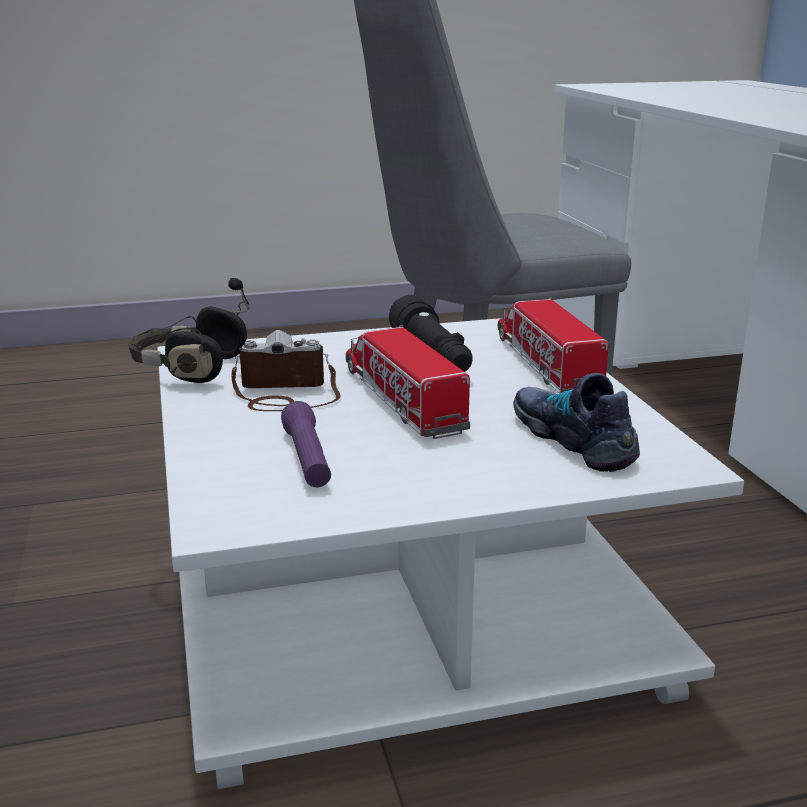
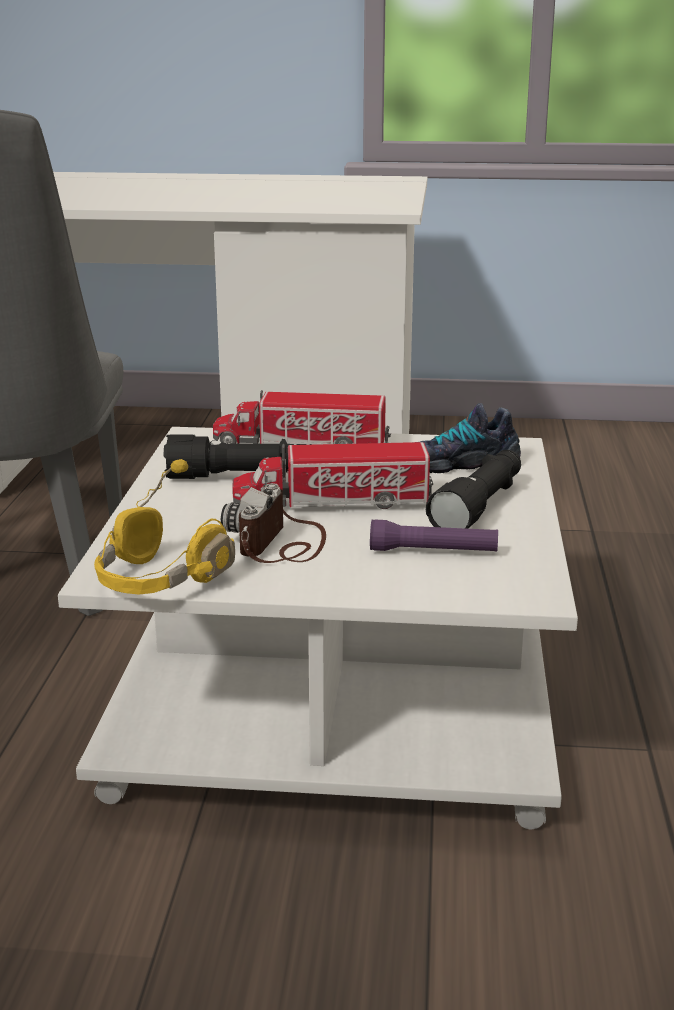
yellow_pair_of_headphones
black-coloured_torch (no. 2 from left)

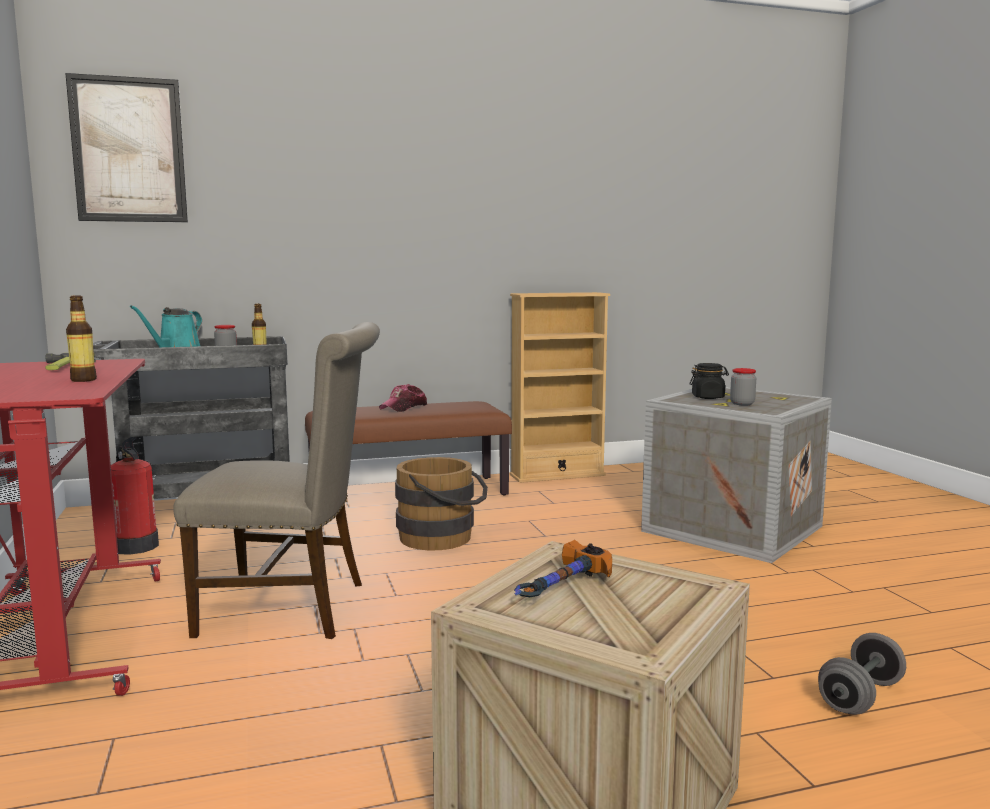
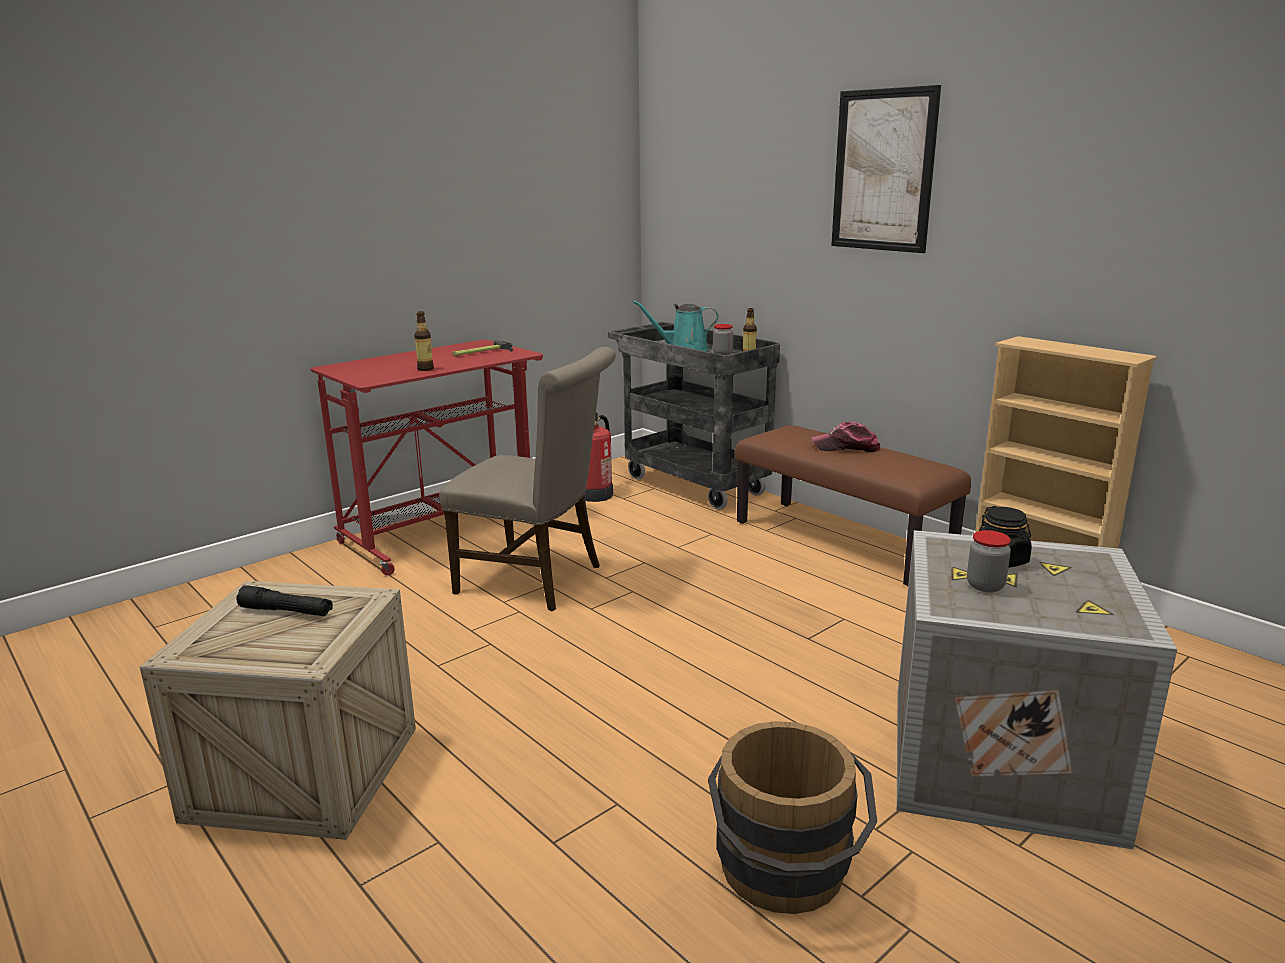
wall_picture
beige_plain_chair
brownish_bucket
black-coloured_torch
grey_free_weight

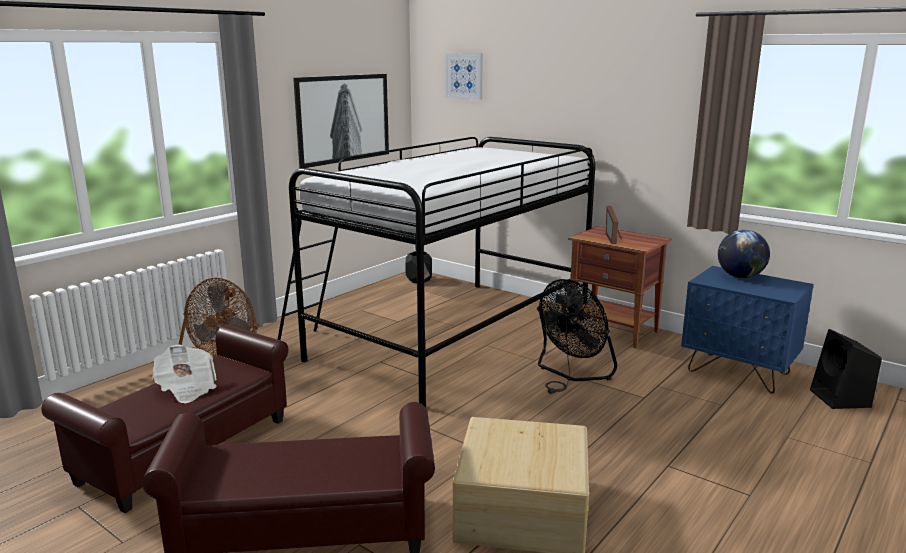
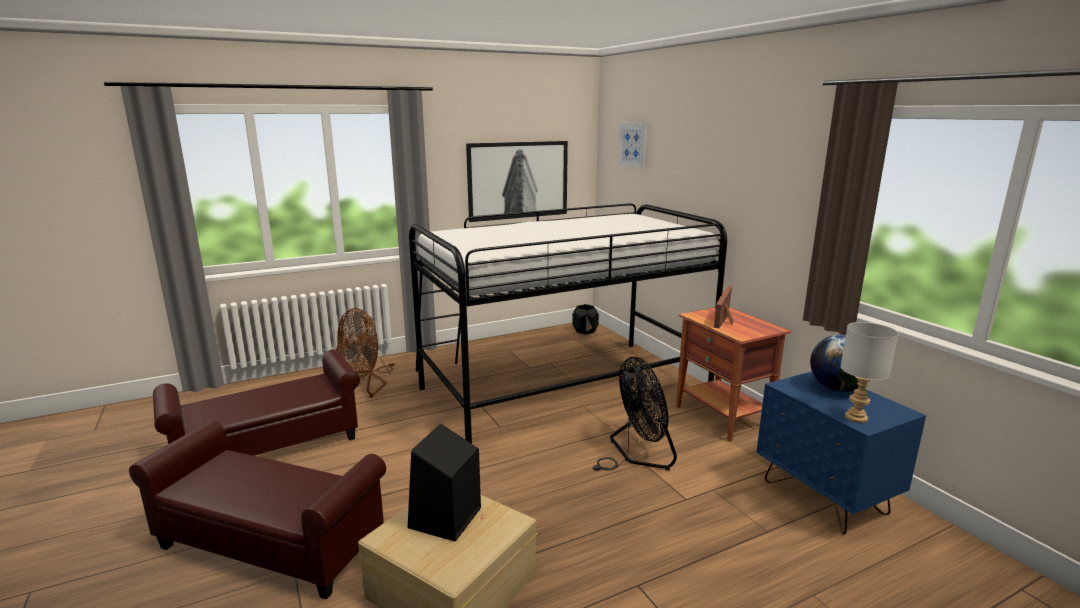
printed_paper
black-coloured_speaker
grey_tabletop_lamp

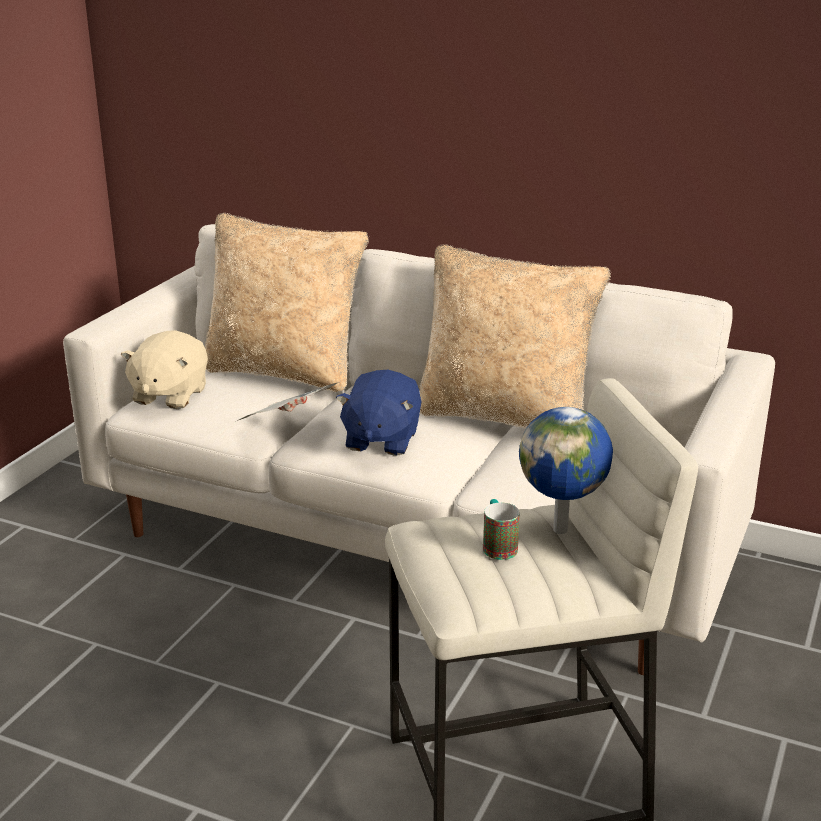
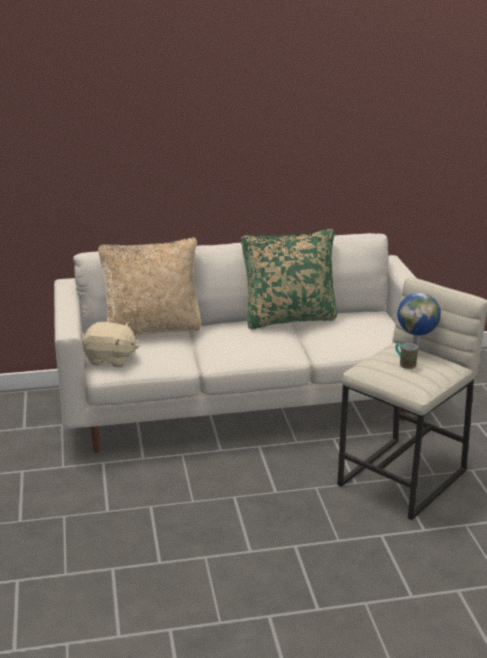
beige_cuddly_toy
printed_paper
blue-coloured_cuddly_toy
green-coloured_cushion

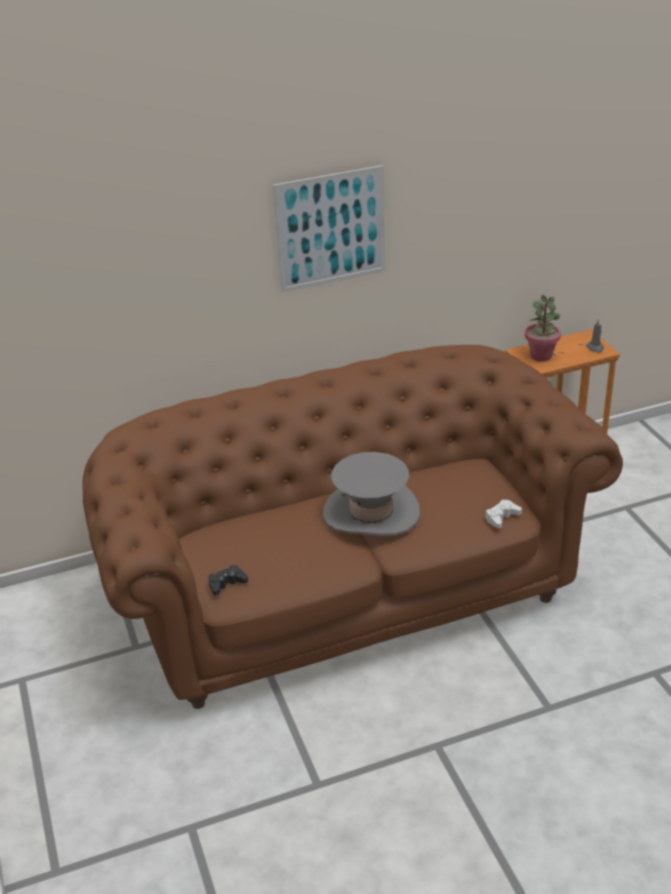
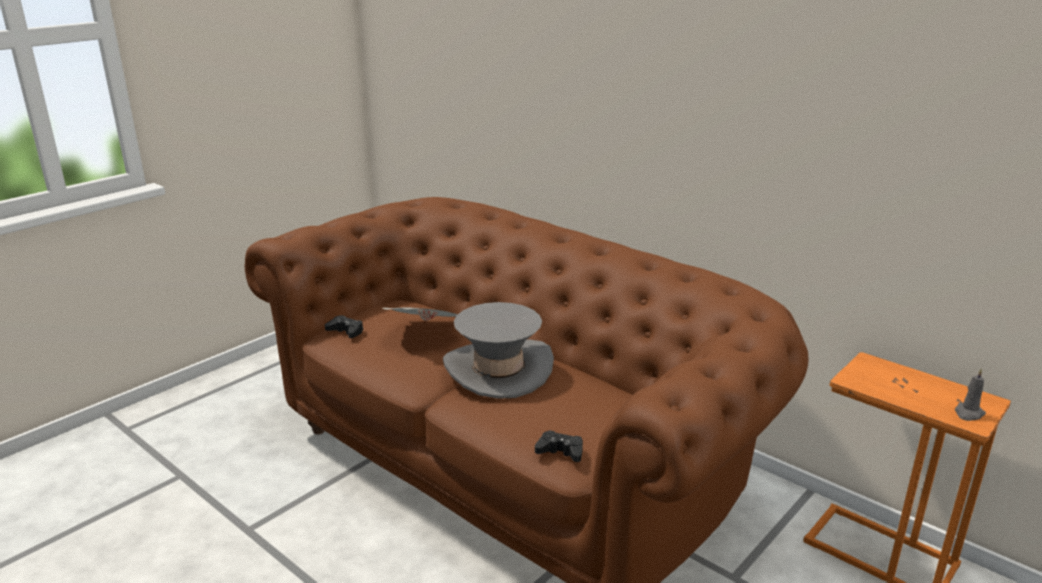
wall_picture
black-coloured_joypad (no. 2 from left)
plant_in_a_pot
printed_paper

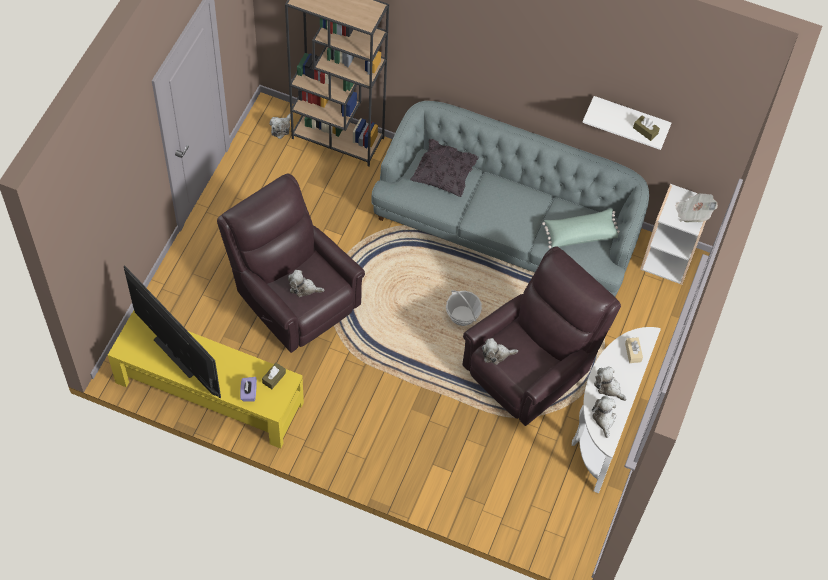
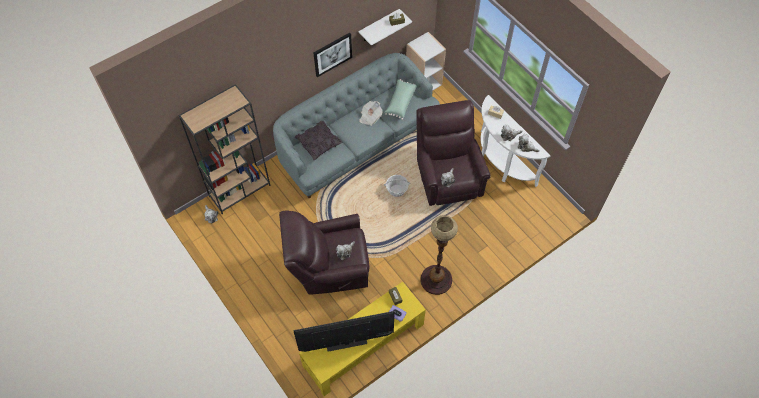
printed_paper
wall_picture
standing_lamp

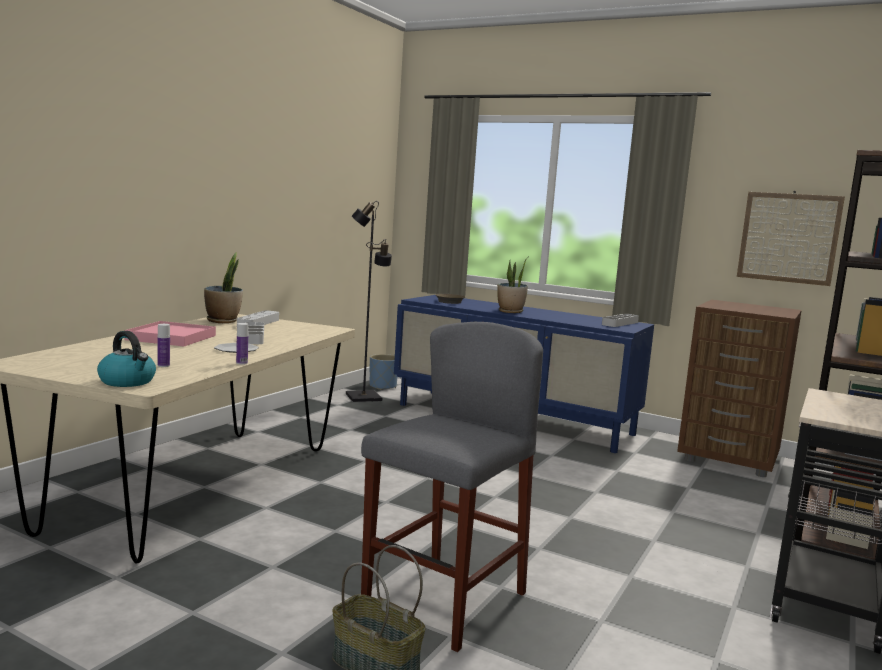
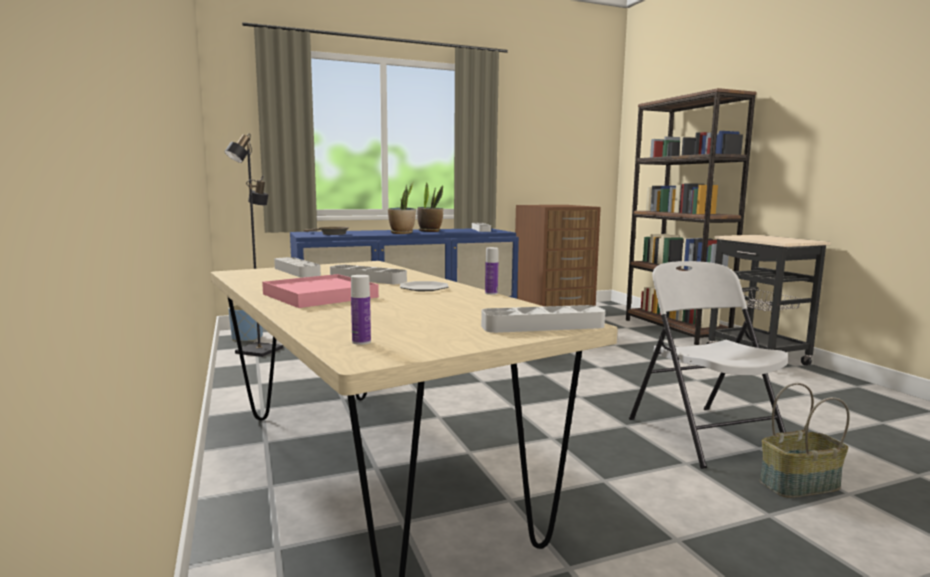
grey_carrying_tray (no. 4 from left)
beverage_bottle (no. 1 from left)
plant_in_a_pot (no. 2 from left)
whitish_plain_chair
wall_picture

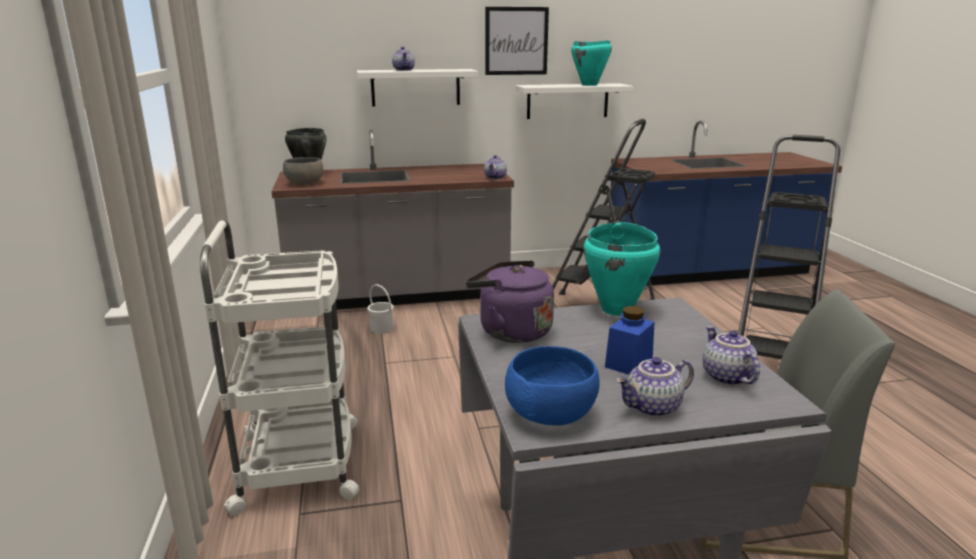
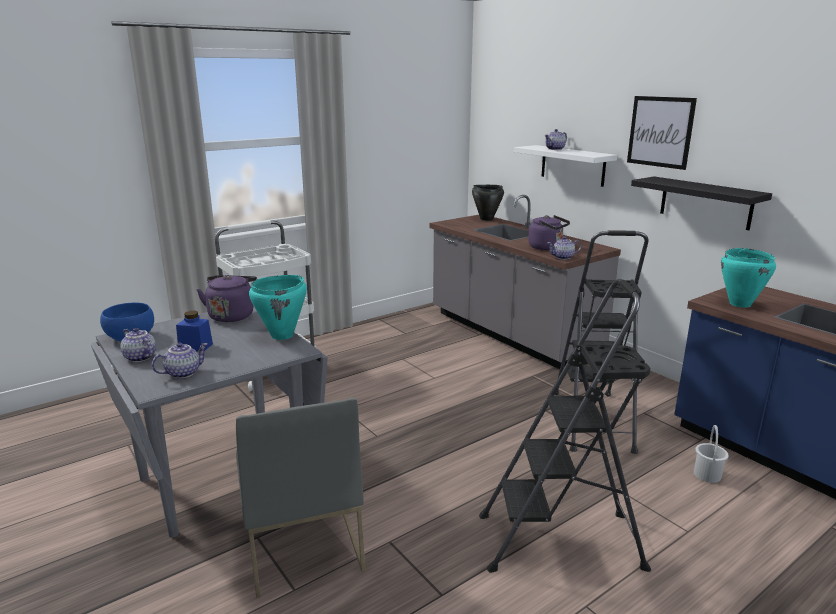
grey_serving_bowl
whitish_bucket
black-coloured_shelf
blue-green_stockpot (no. 2 from left)
purple_kettle (no. 2 from left)

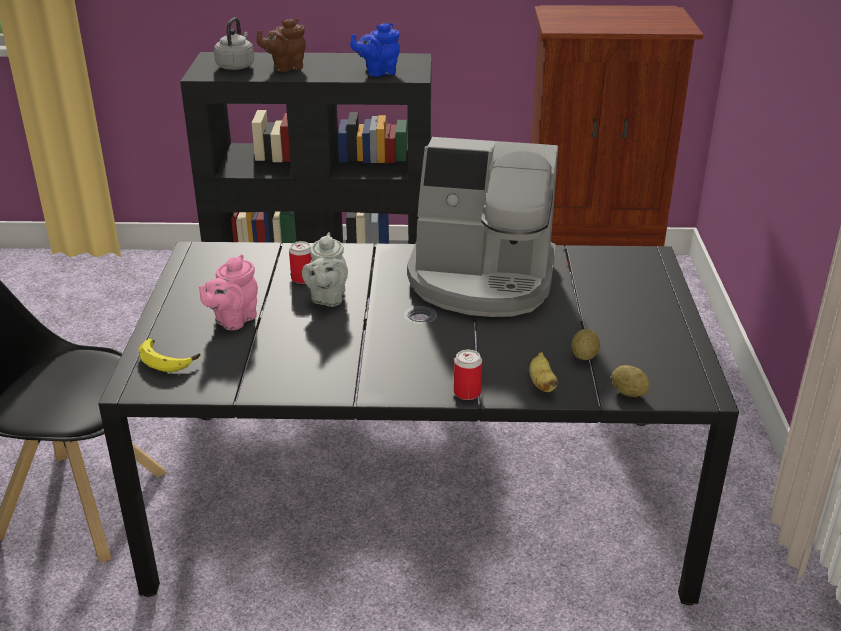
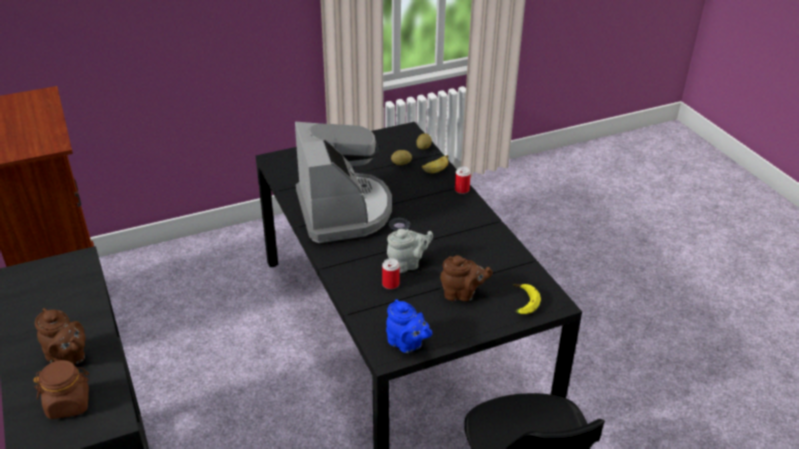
brownish_tea_pot (no. 2 from left)
brownish_storage_jar
blue-coloured_tea_pot

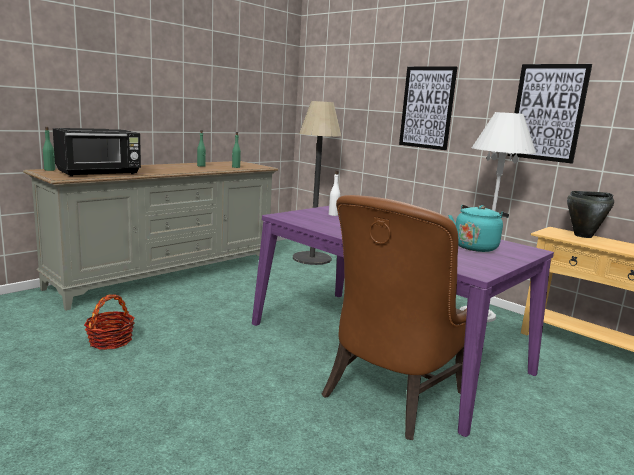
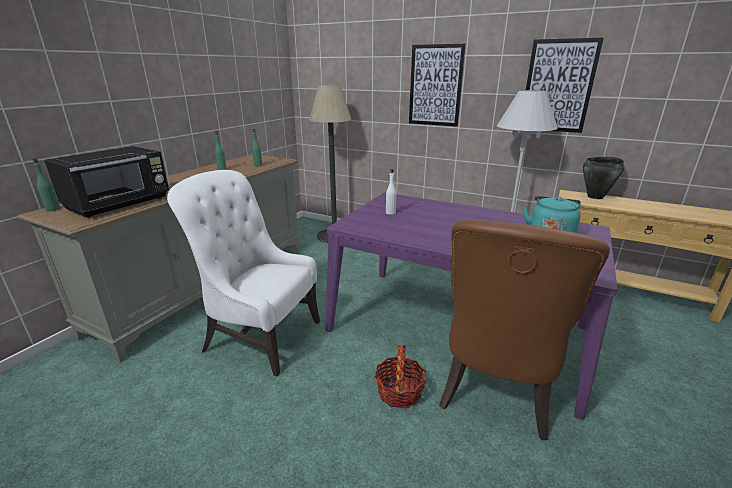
storage_basket
whitish_plain_chair

